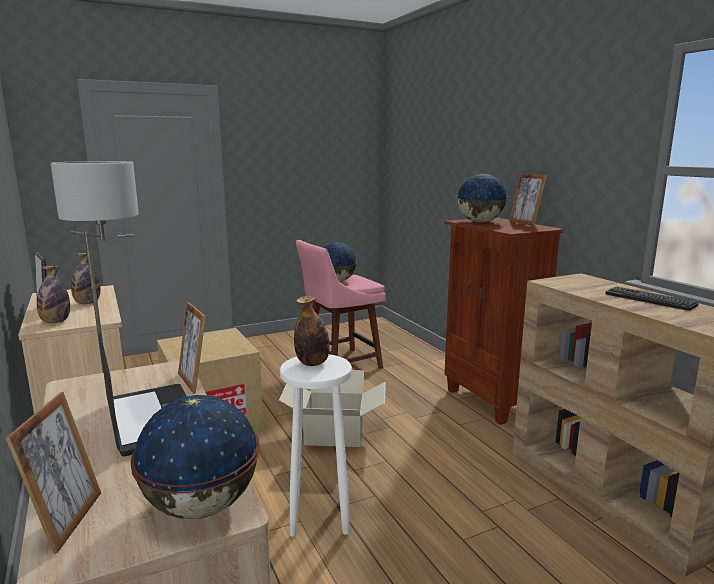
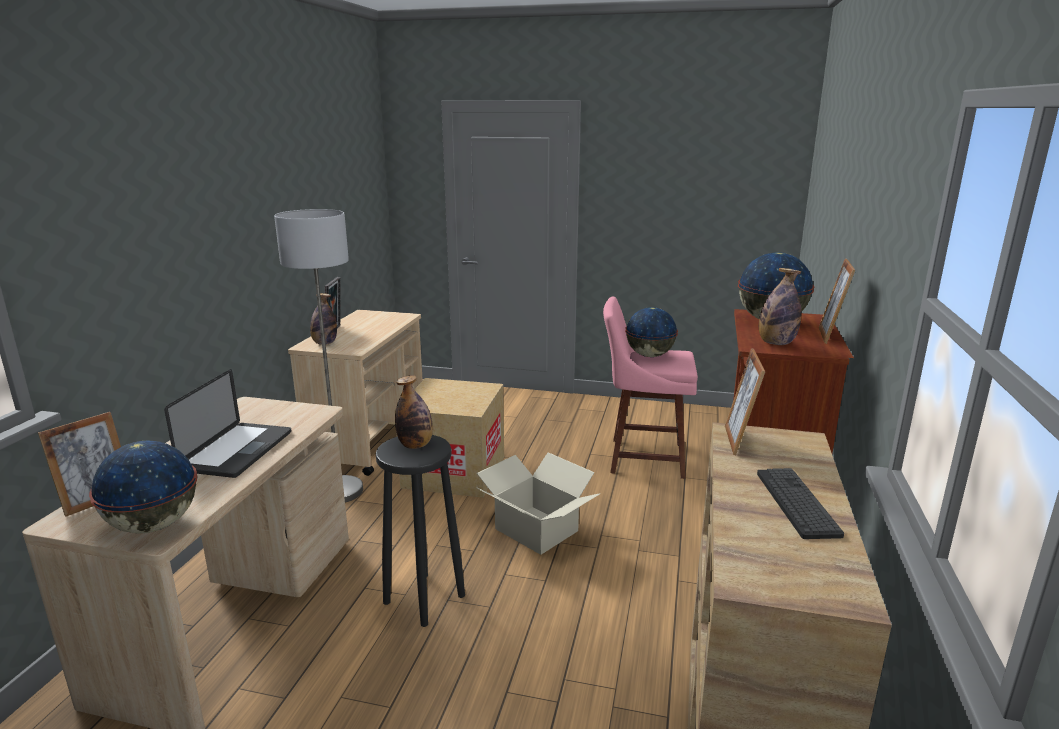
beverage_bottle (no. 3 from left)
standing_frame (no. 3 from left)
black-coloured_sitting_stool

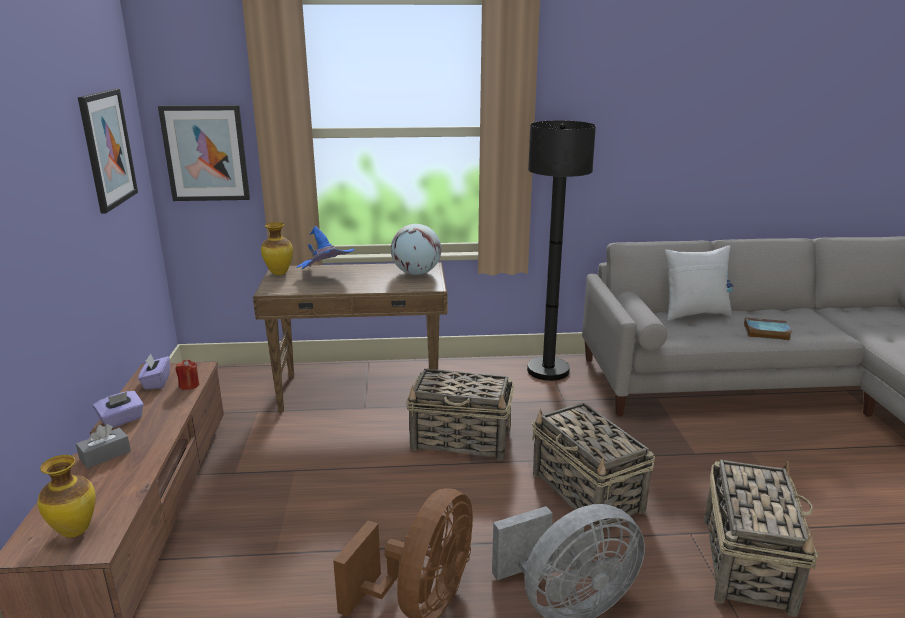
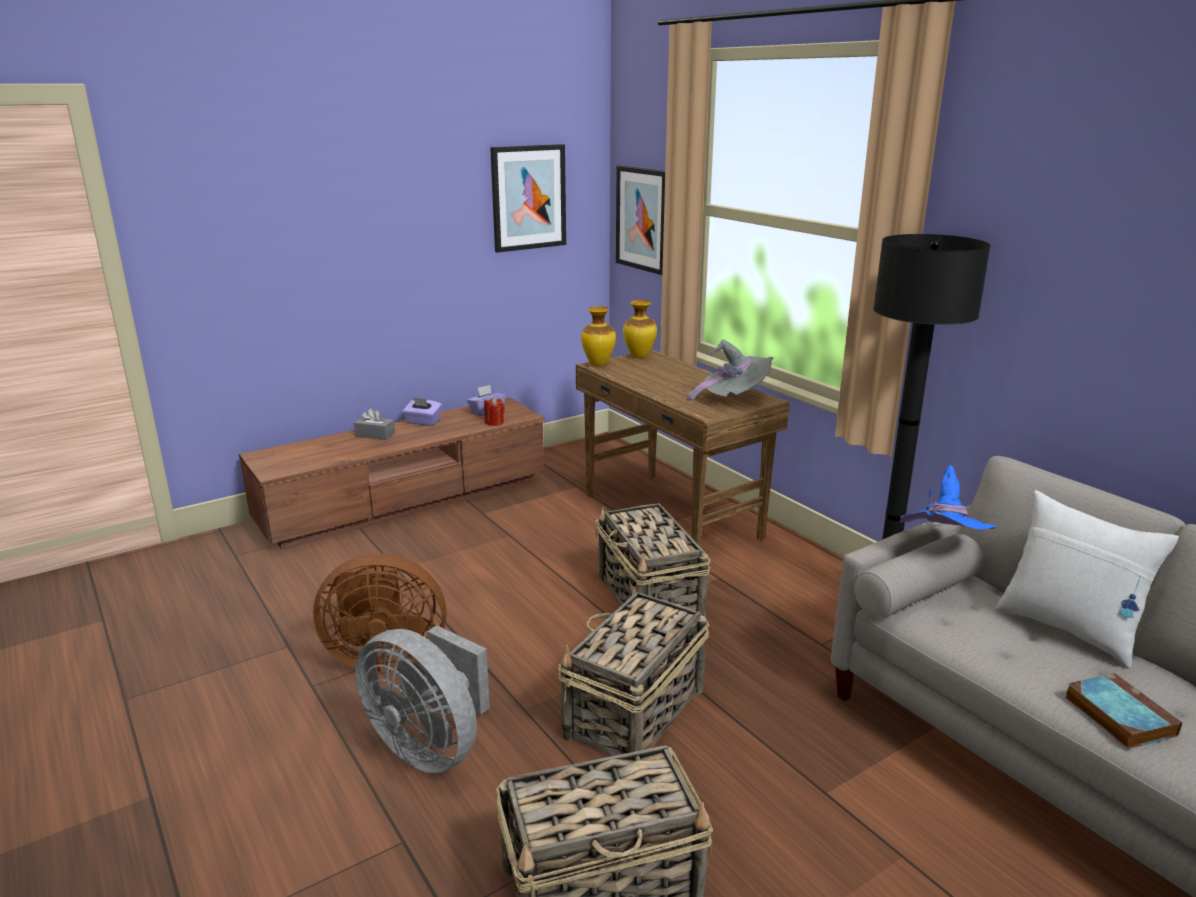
flower_vase (no. 1 from left)
blue-coloured_wearable_hat
grey_wearable_hat

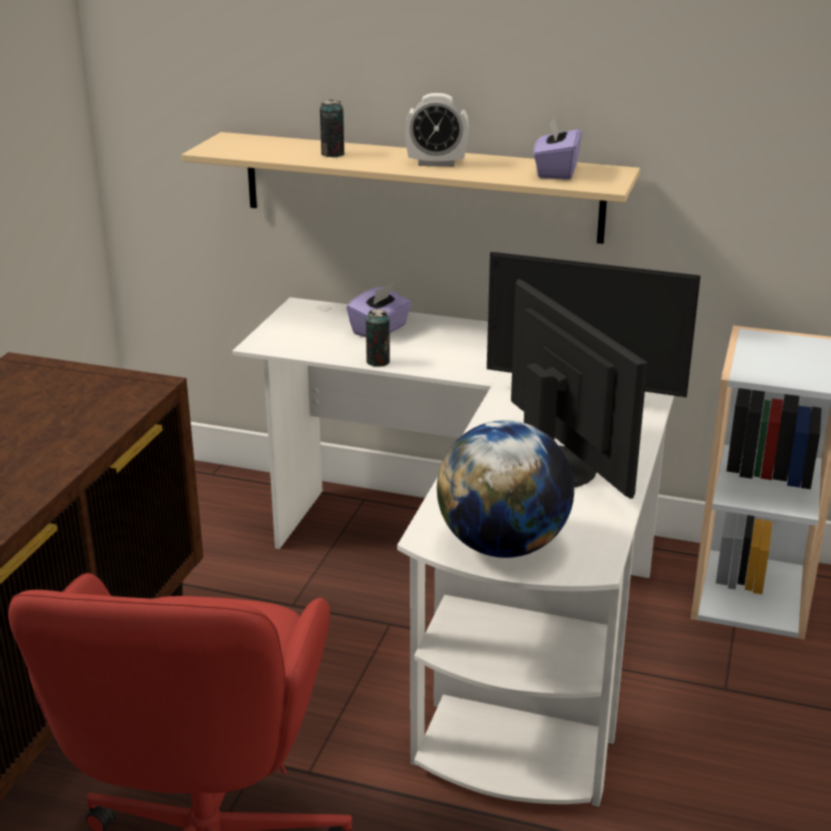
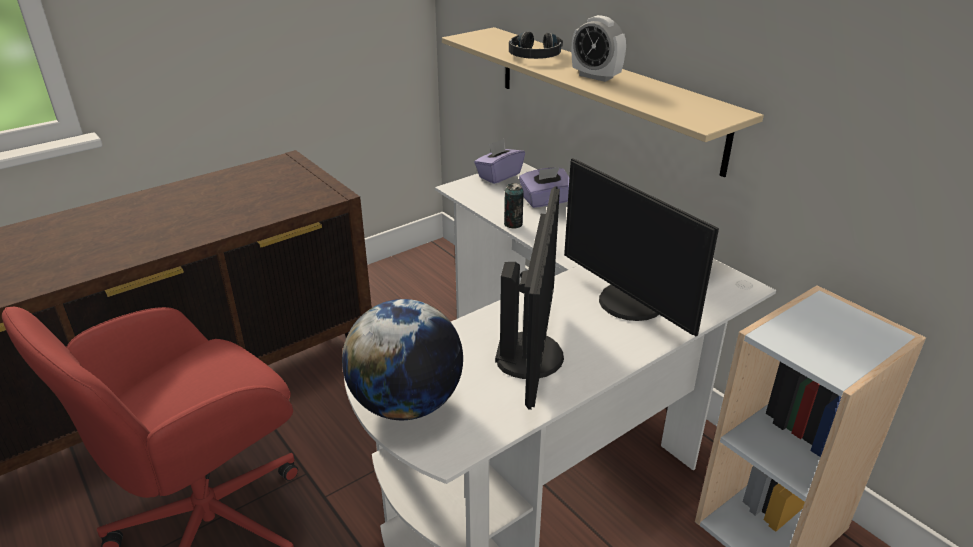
black-coloured_pair_of_headphones
purple_tissue_holder (no. 1 from left)

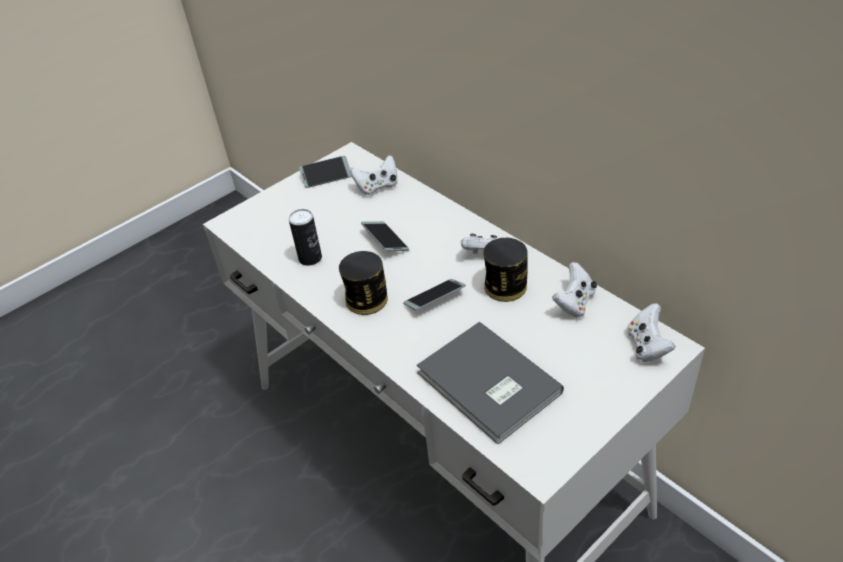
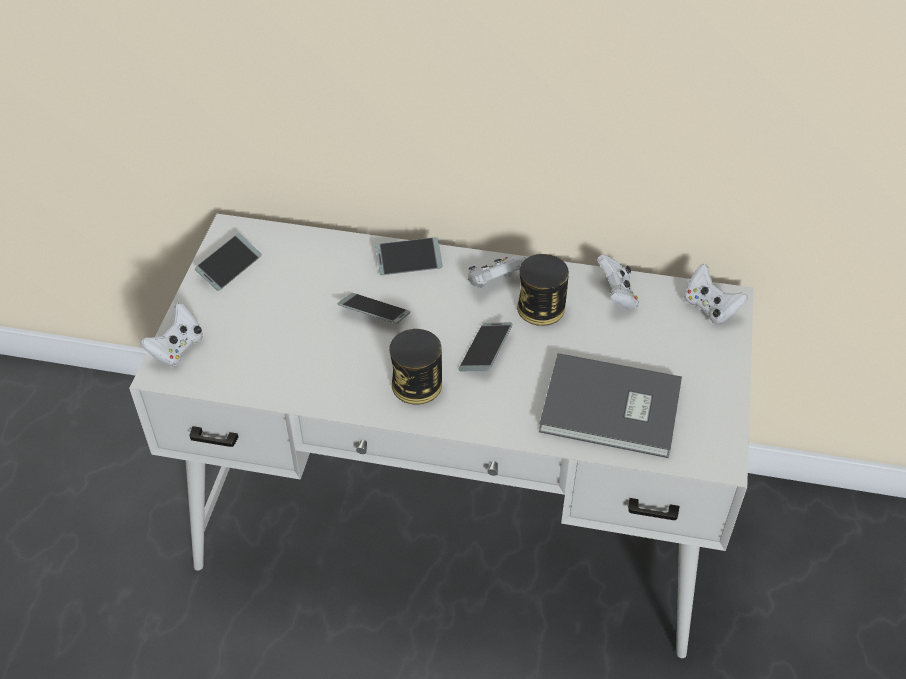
can (no. 1 from left in the first image)
whitish_joypad (no. 1 from left)
telephone (no. 3 from left)

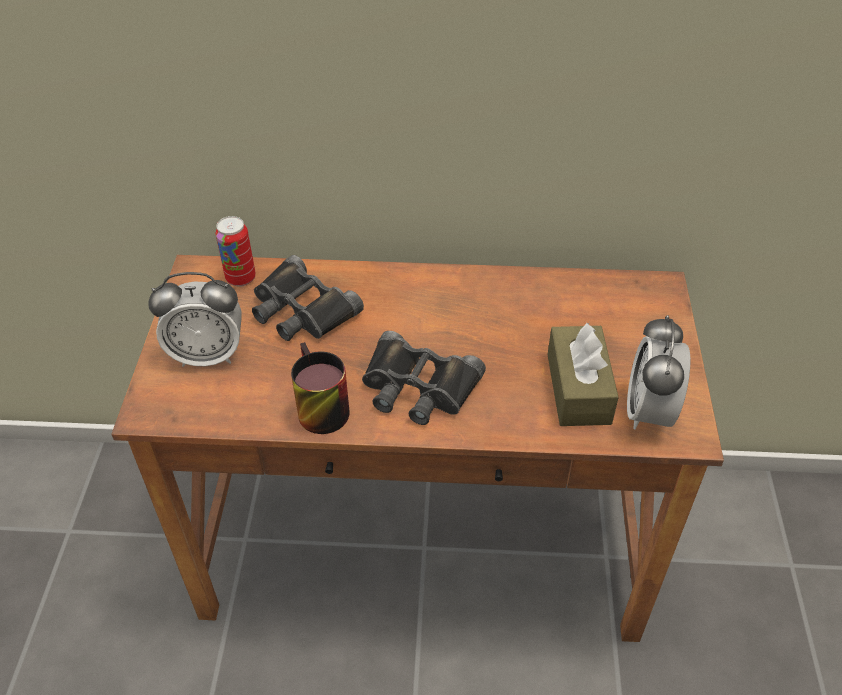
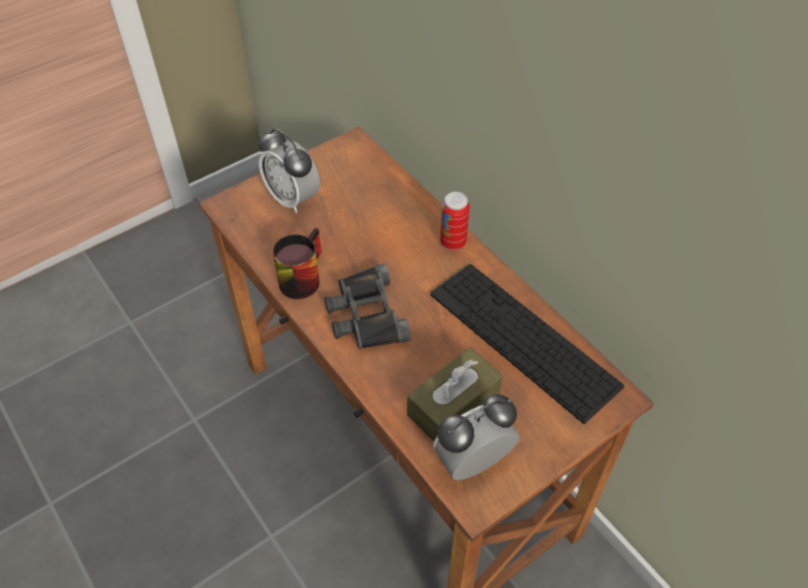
can
black-coloured_pair_of_binoculars (no. 1 from left in the first image)
keyboard

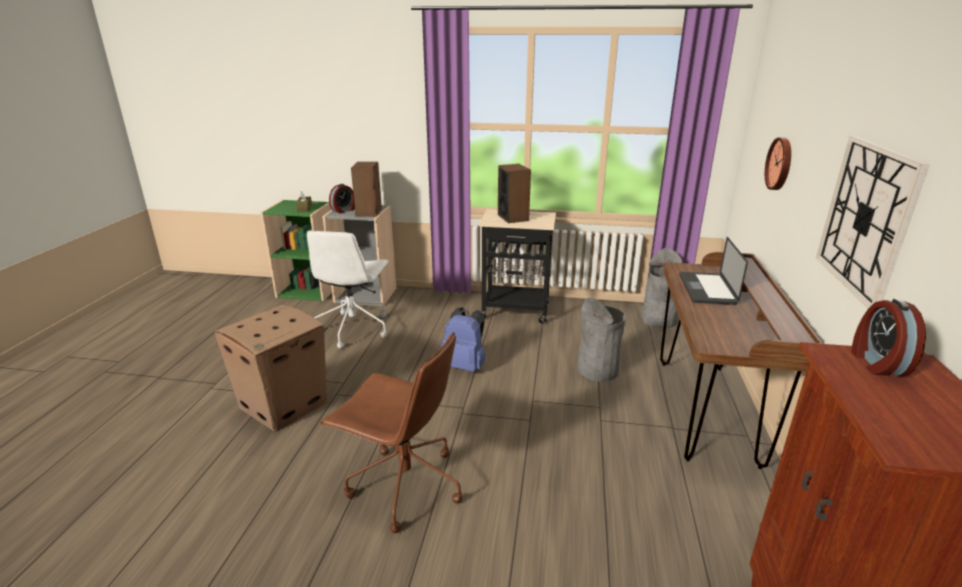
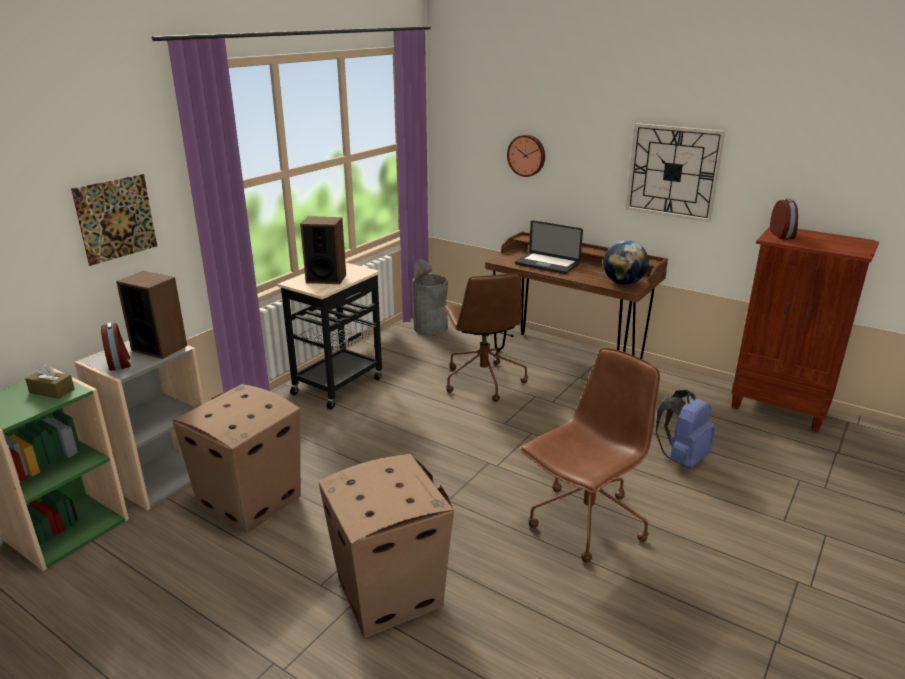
carton (no. 1 from left)
blue-coloured_knapsack
brownish_office_chair (no. 1 from left)
alarm_clock (no. 2 from left)
wall_picture
desk_globe

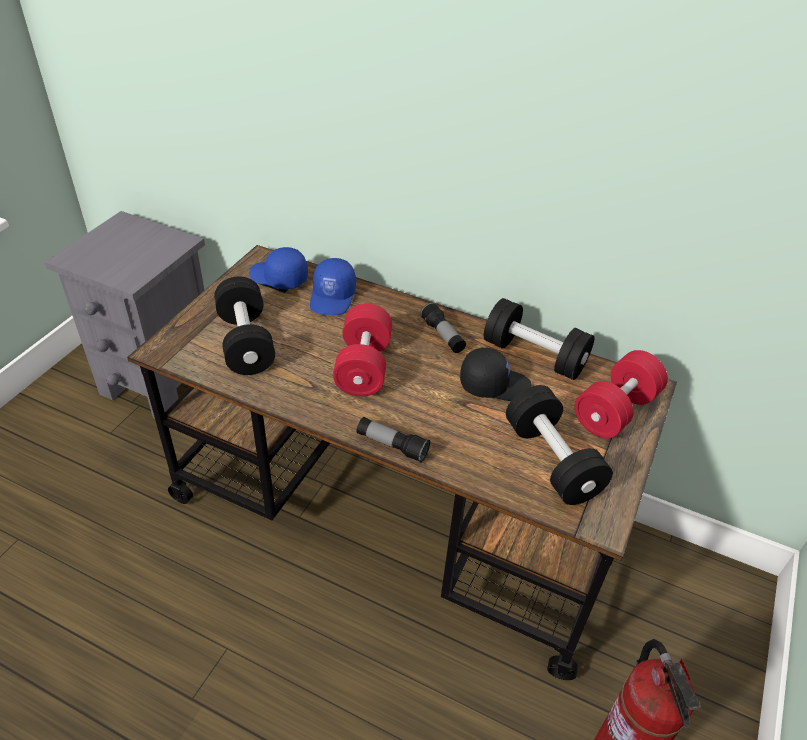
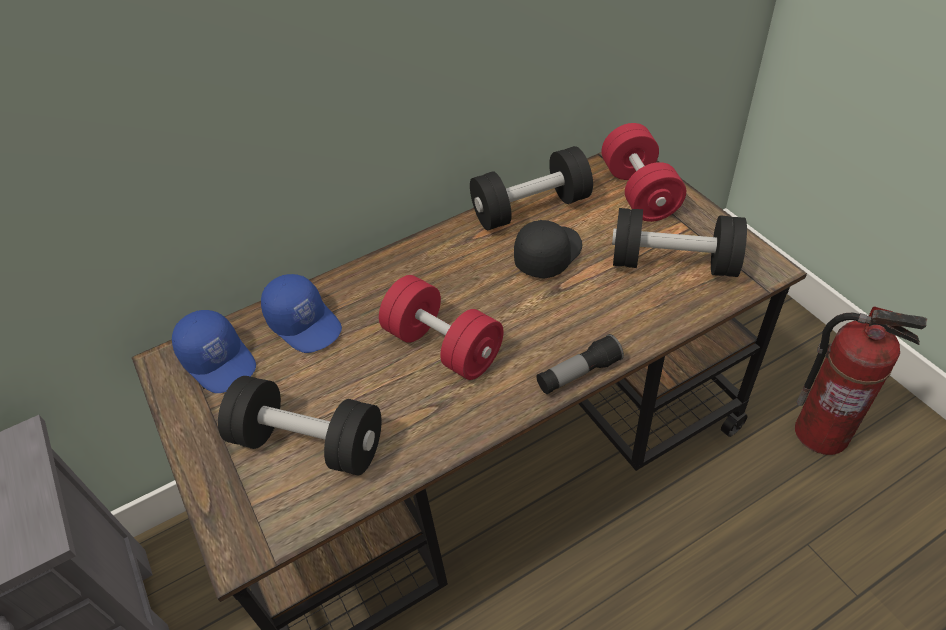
blue-coloured_cap (no. 1 from left)
torch (no. 2 from left in the first image)

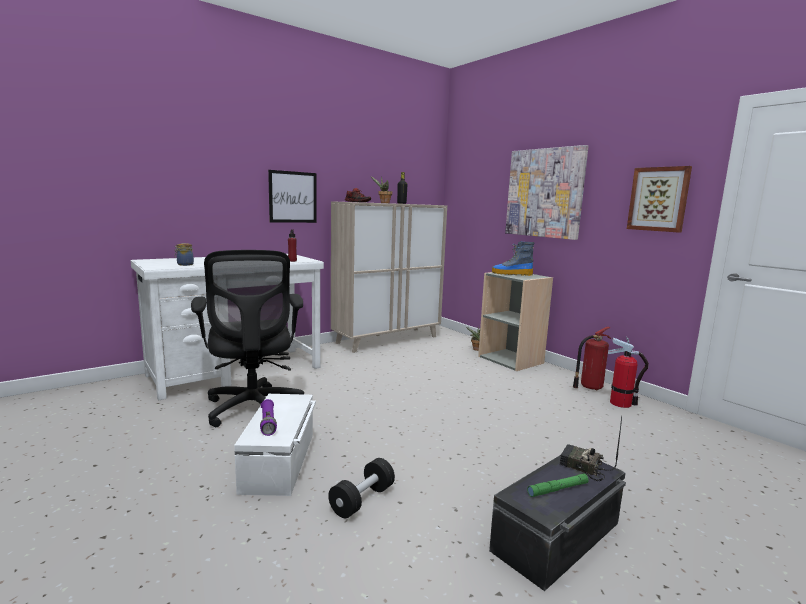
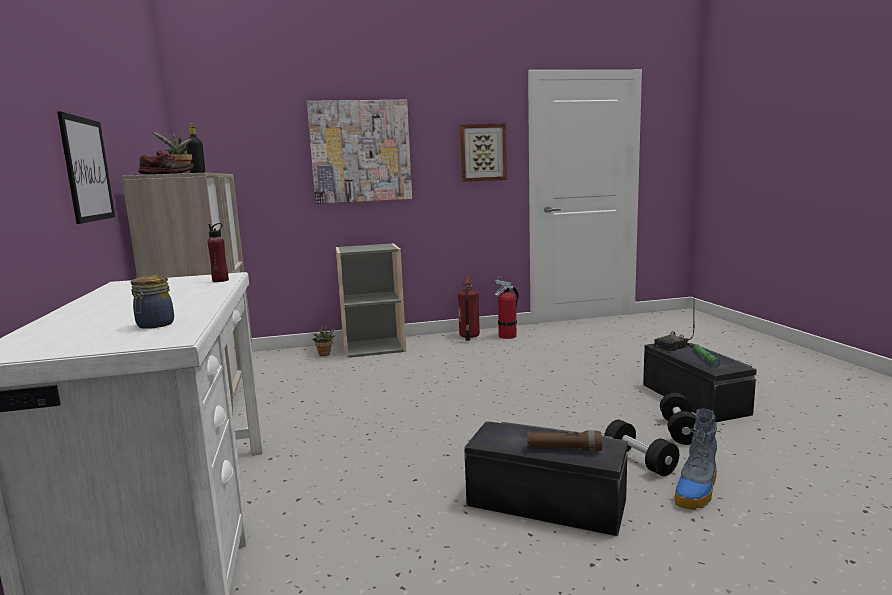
black-coloured_office_chair
black-coloured_storage_box (no. 1 from left)
brownish_torch
tall_boot
black-coloured_free_weight (no. 2 from left)

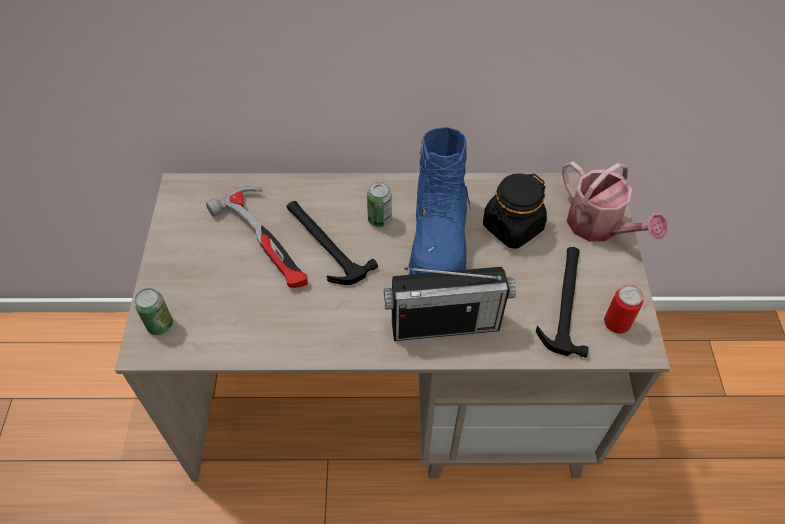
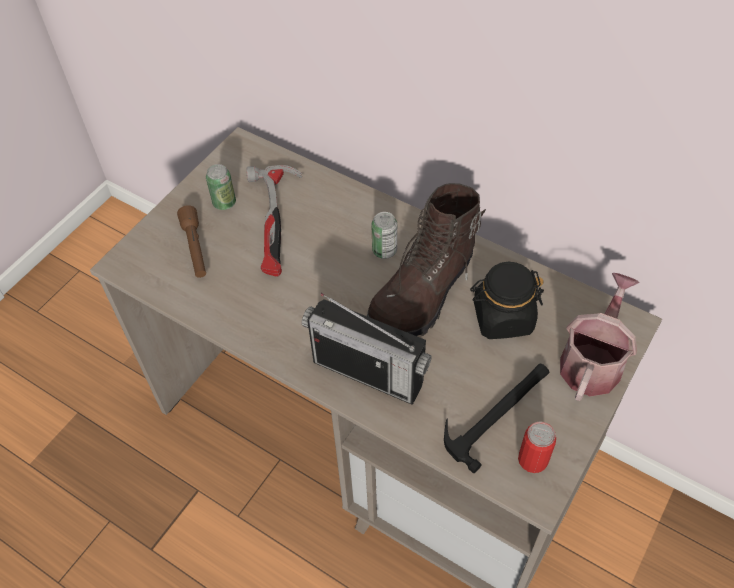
can (no. 1 from left)
hammer (no. 2 from left in the first image)
brownish_tall_boot
watering_pot
brownish_torch

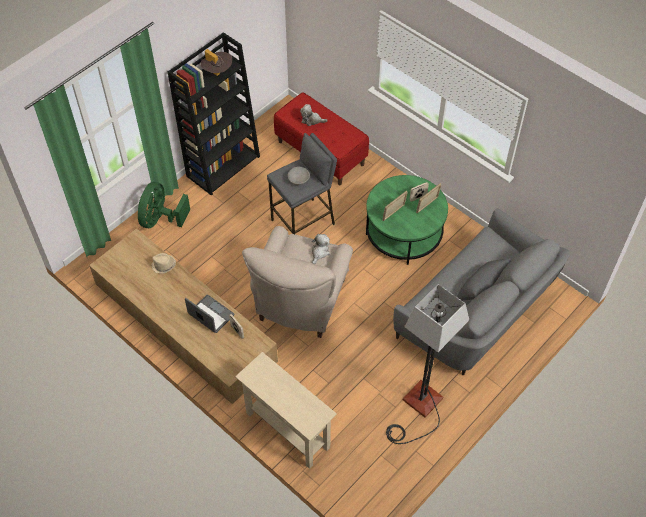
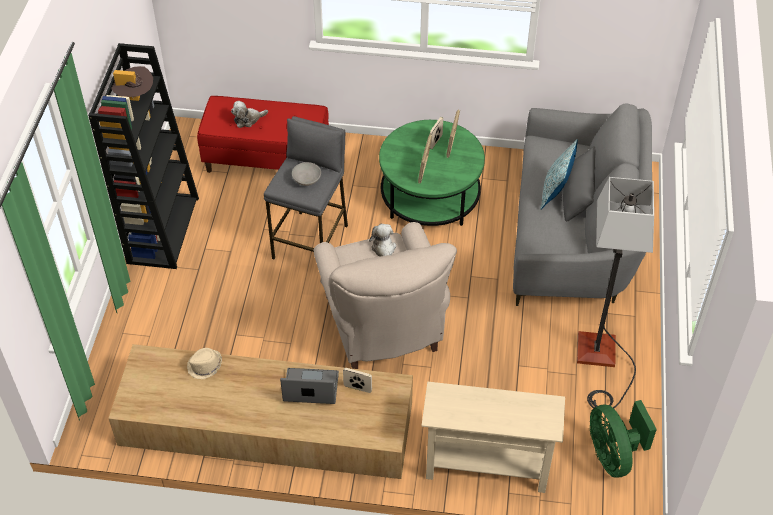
green-coloured_fan
cushion

